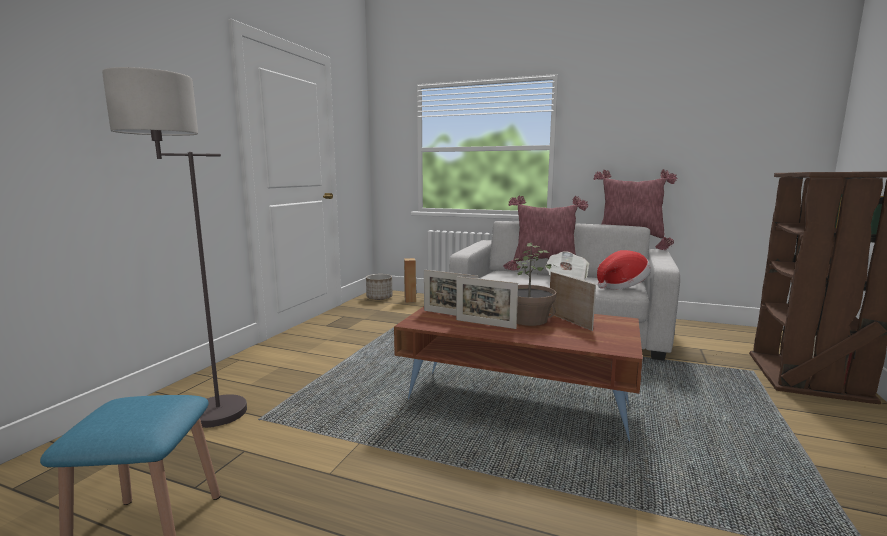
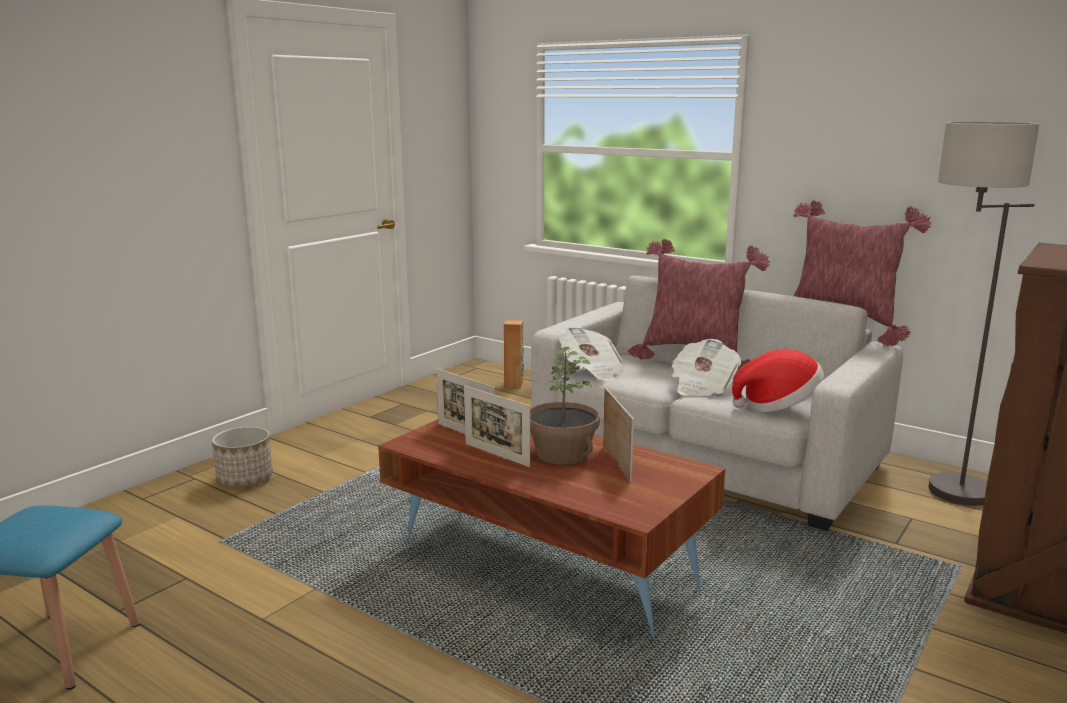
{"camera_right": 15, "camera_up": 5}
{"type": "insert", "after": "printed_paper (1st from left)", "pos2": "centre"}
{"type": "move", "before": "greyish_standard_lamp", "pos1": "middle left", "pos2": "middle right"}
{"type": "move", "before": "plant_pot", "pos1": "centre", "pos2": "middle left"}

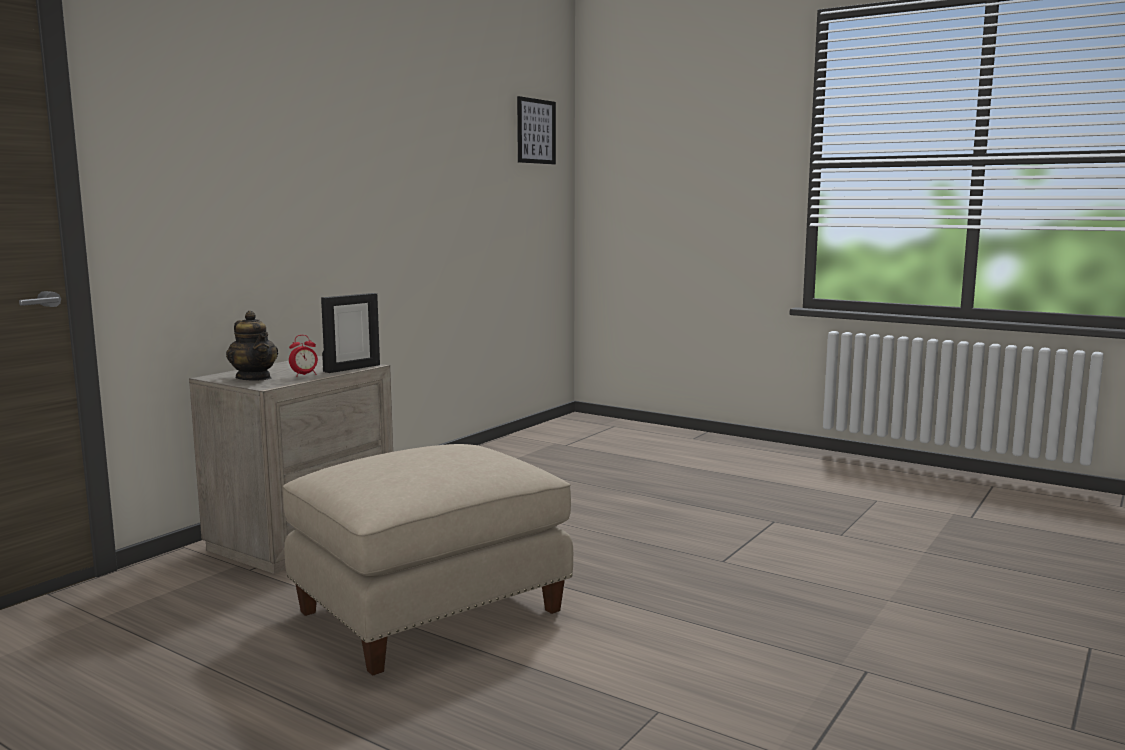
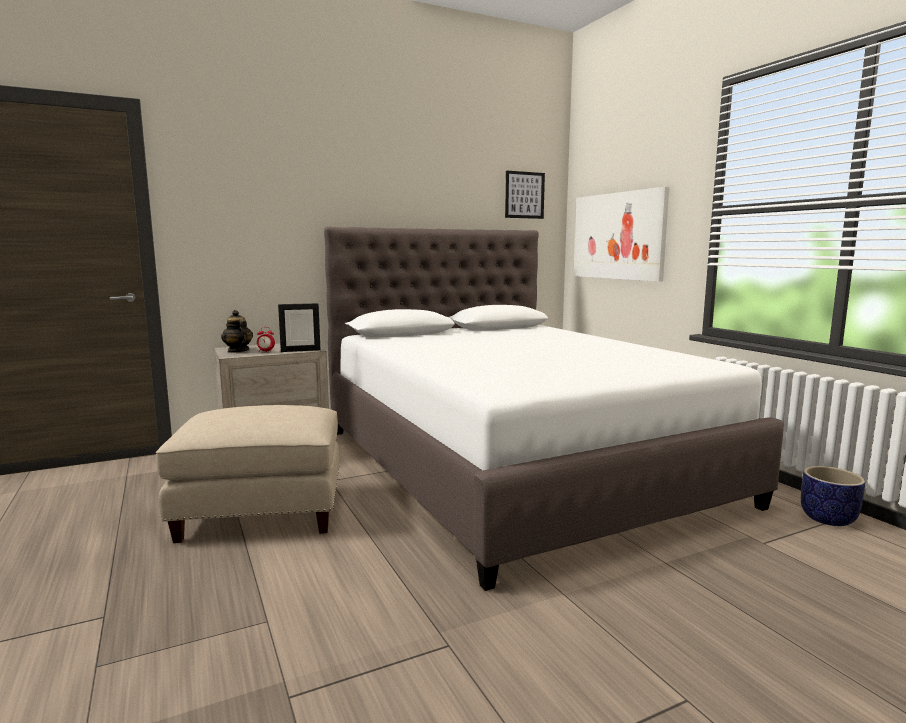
{"camera_right": 30, "camera_up": 0}
{"type": "insert", "after": "white_sleeping_bed", "pos2": "centre"}
{"type": "insert", "after": "wall_picture (2nd from left)", "pos2": "top right"}
{"type": "insert", "after": "plant_pot", "pos2": "bottom right"}
{"type": "rotate", "before": "tea_pot", "pos1": "middle left", "pos2": "middle left", "turn": 150}

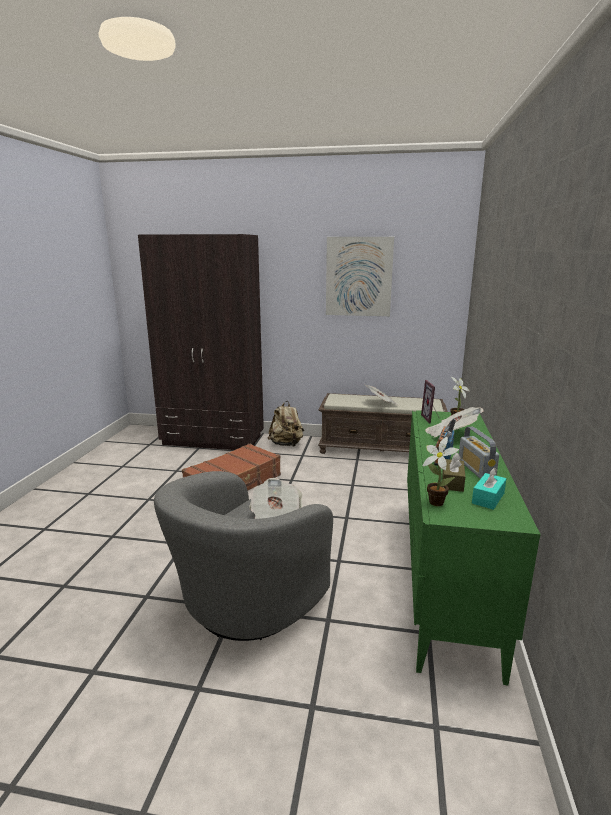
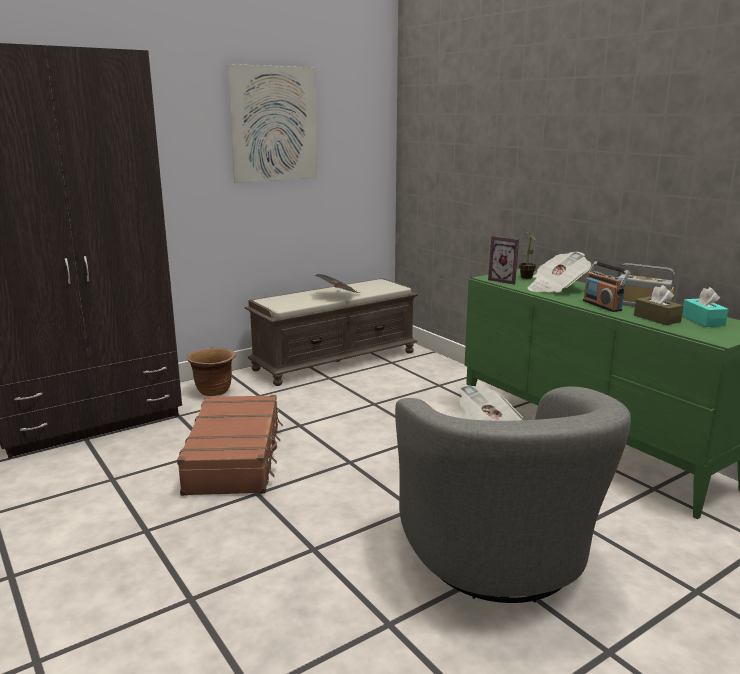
{"camera_right": -45, "camera_up": 0}
{"type": "delete", "before": "houseplant (1st from left)", "pos1": "middle right"}
{"type": "replace", "before": "sand-coloured_rucksack", "after": "brown_plant_pot", "pos1": "centre", "pos2": "middle left"}

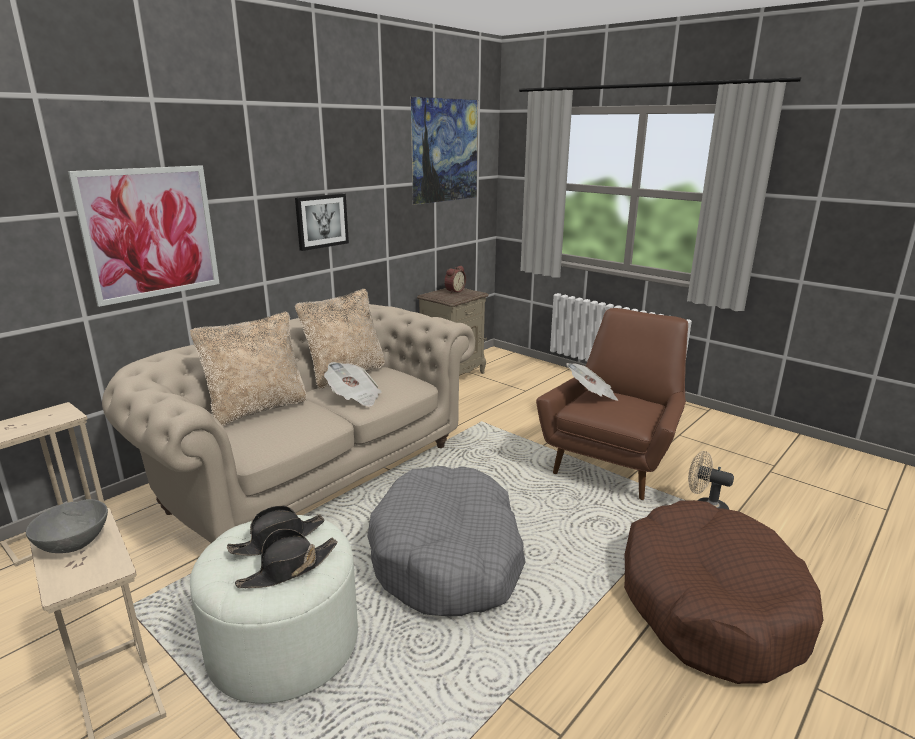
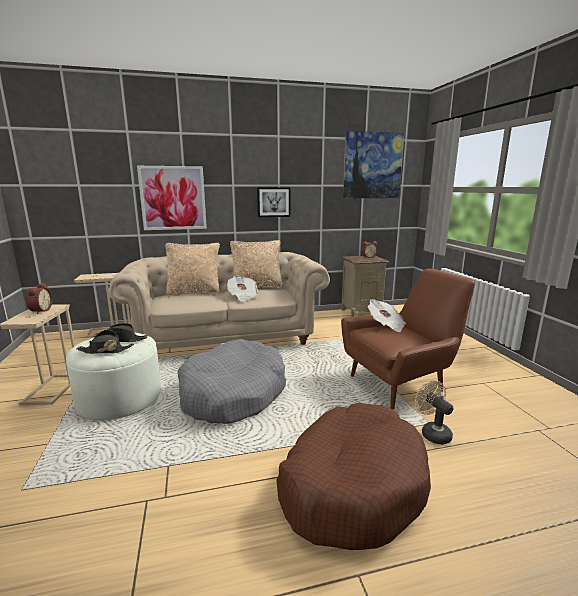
{"camera_right": 35, "camera_up": -5}
{"type": "replace", "before": "greyish_serving_bowl", "after": "table_clock (1st from left)", "pos1": "bottom left", "pos2": "middle left"}

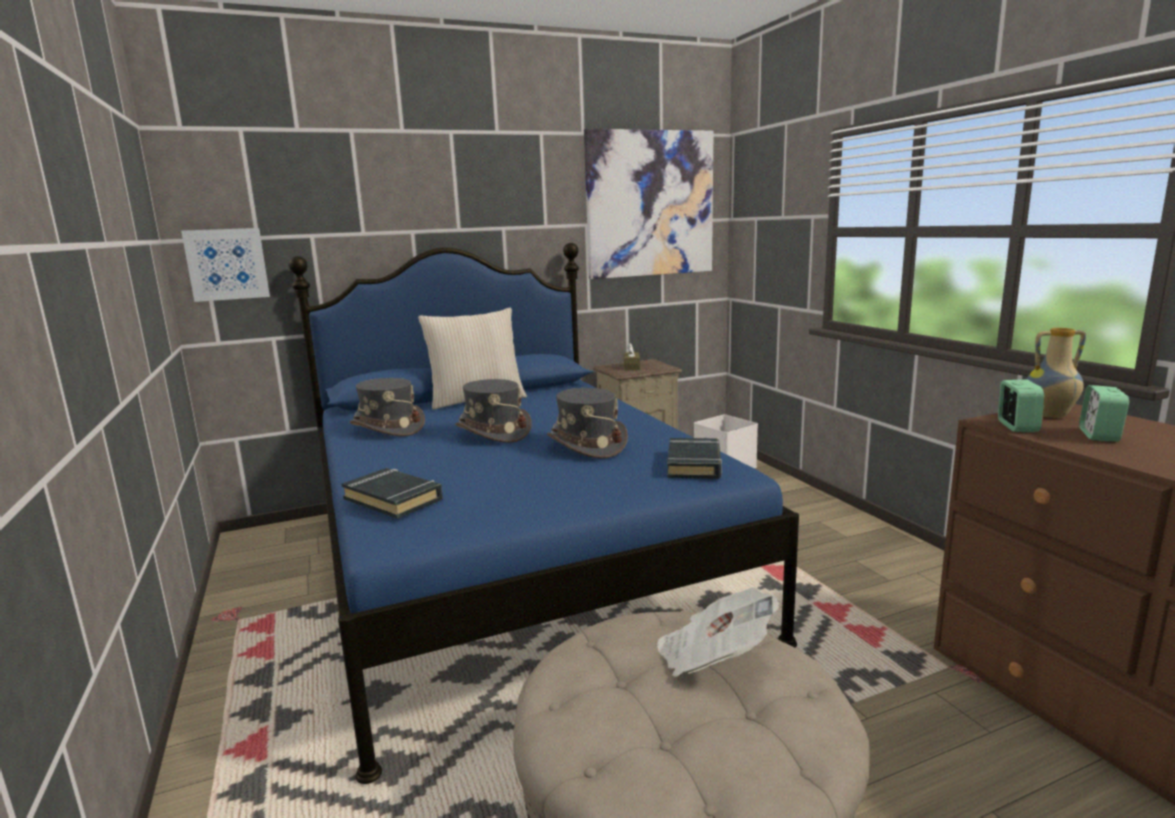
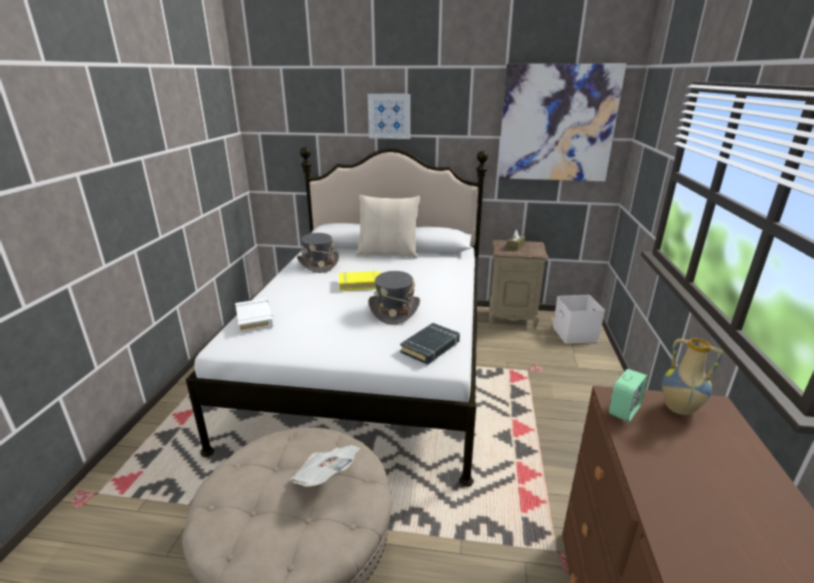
{"camera_right": 30, "camera_up": 10}
{"type": "delete", "before": "table_clock (2nd from left)", "pos1": "middle right"}
{"type": "move", "before": "wall_picture (1st from left)", "pos1": "top left", "pos2": "top centre"}
{"type": "replace", "before": "greyish_clothing_hat (2nd from left)", "after": "yellow_volume", "pos1": "centre", "pos2": "centre"}
{"type": "recolor", "before": "bluish_sleeping_bed", "after": "white_sleeping_bed", "pos1": "centre", "pos2": "centre"}
{"type": "recolor", "before": "black-coloured_volume (1st from left)", "after": "white_volume", "pos1": "centre", "pos2": "middle left"}

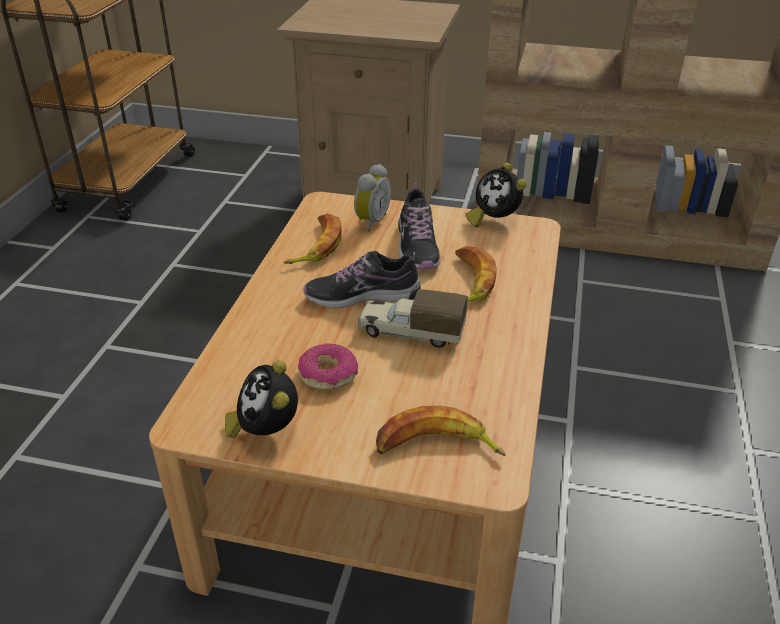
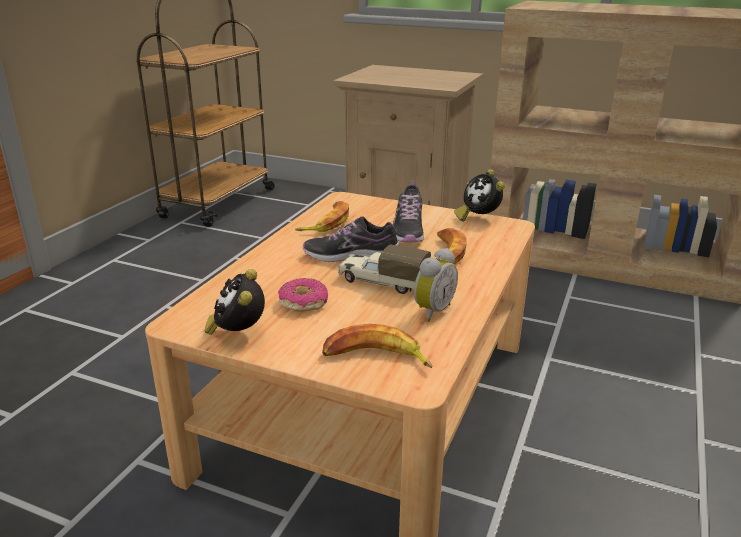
{"camera_right": 10, "camera_up": -10}
{"type": "move", "before": "table_clock (2nd from left)", "pos1": "top centre", "pos2": "centre"}

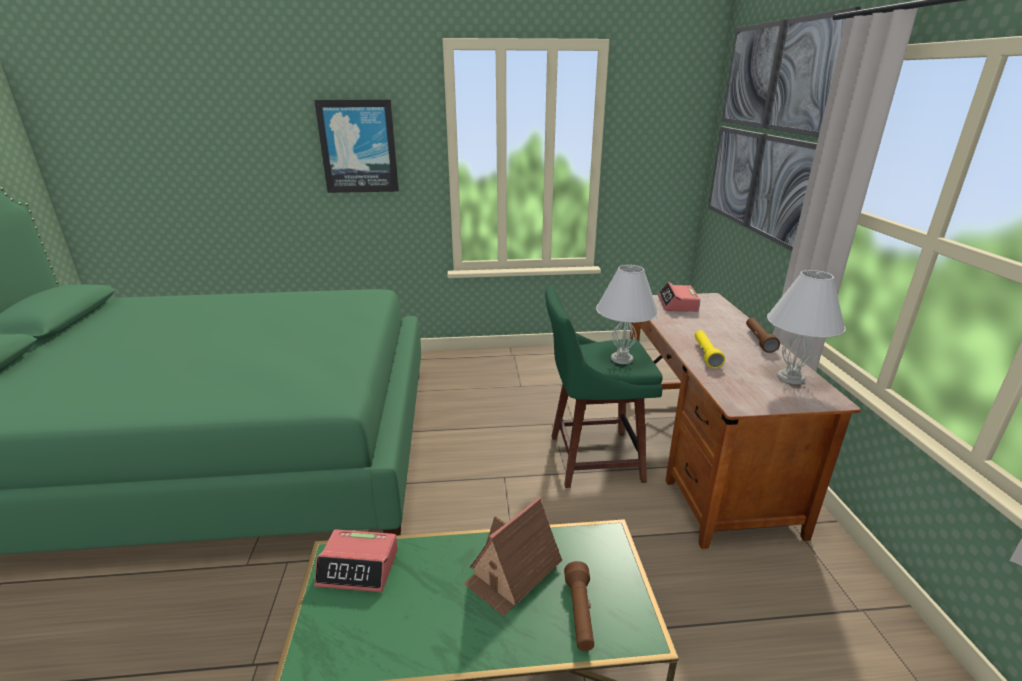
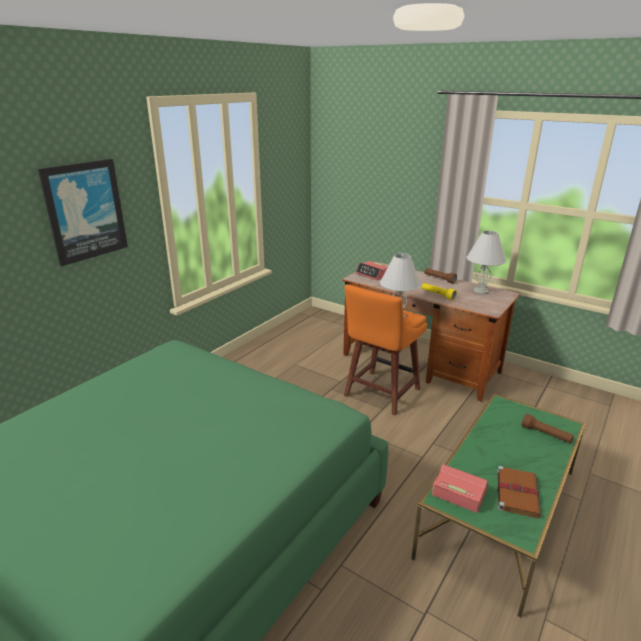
{"camera_right": -50, "camera_up": 0}
{"type": "delete", "before": "miniature_house", "pos1": "bottom centre"}
{"type": "delete", "before": "wall_picture (2nd from left)", "pos1": "top right"}
{"type": "insert", "after": "brown_volume", "pos2": "bottom right"}
{"type": "recolor", "before": "green-coloured_stool", "after": "orange-coloured_stool", "pos1": "centre", "pos2": "centre"}
{"type": "rotate", "before": "table_clock (1st from left in the first image)", "pos1": "bottom centre", "pos2": "bottom right", "turn": -105}

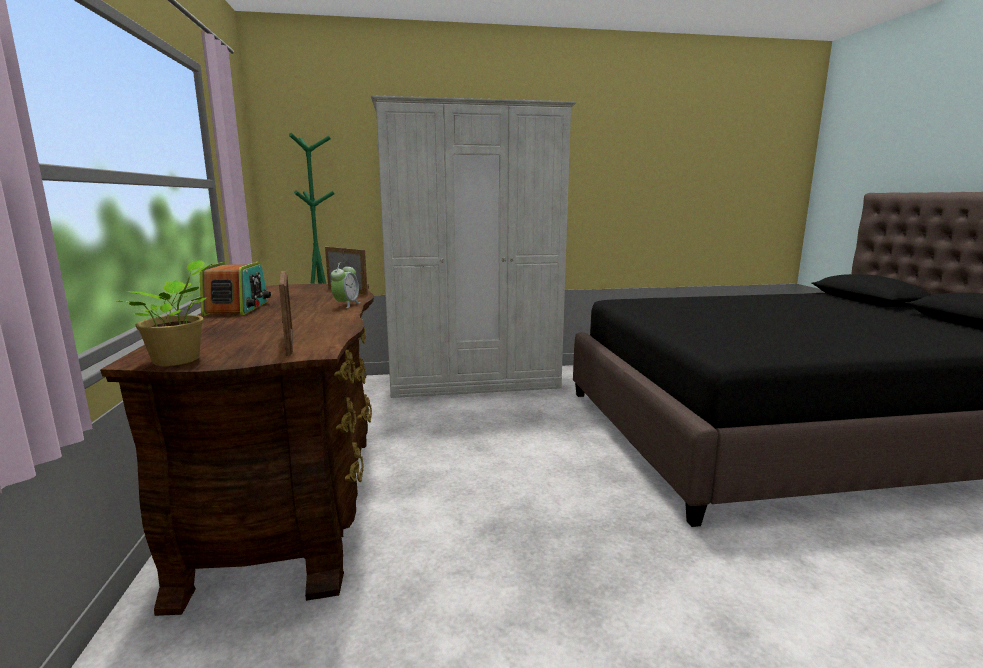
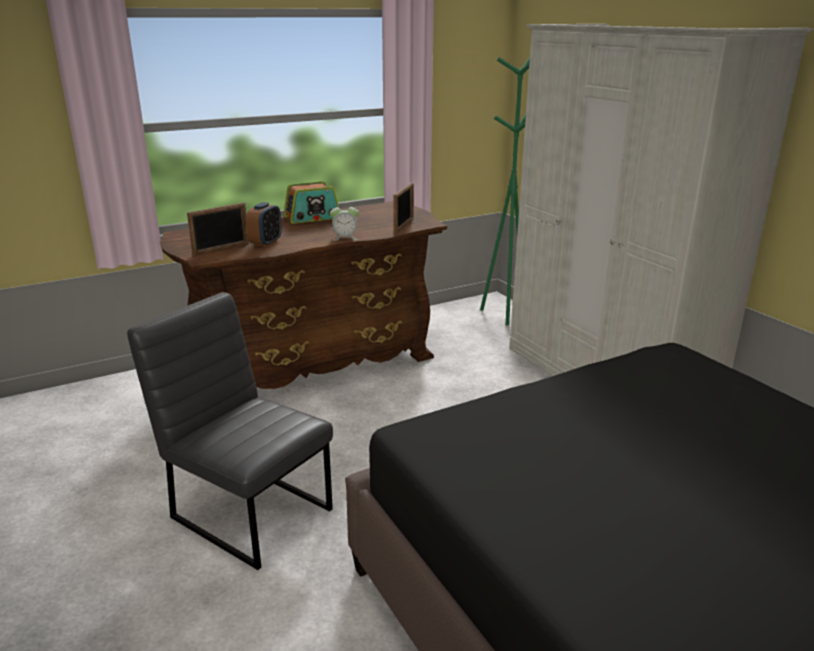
{"camera_right": 70, "camera_up": 10}
{"type": "delete", "before": "houseplant", "pos1": "middle left"}
{"type": "insert", "after": "greyish_chair", "pos2": "middle left"}
{"type": "insert", "after": "table_clock (1st from left)", "pos2": "middle left"}

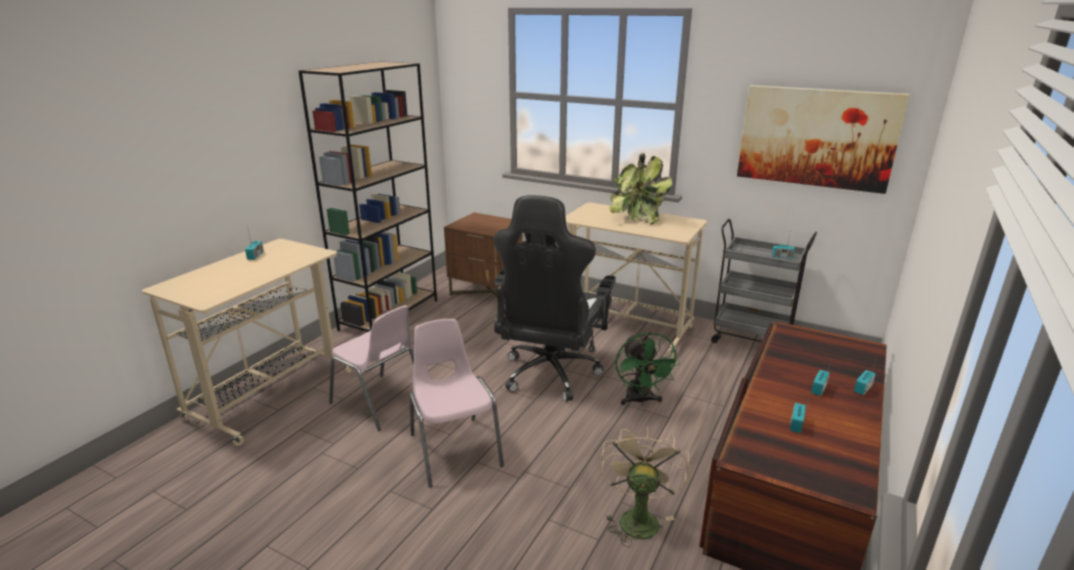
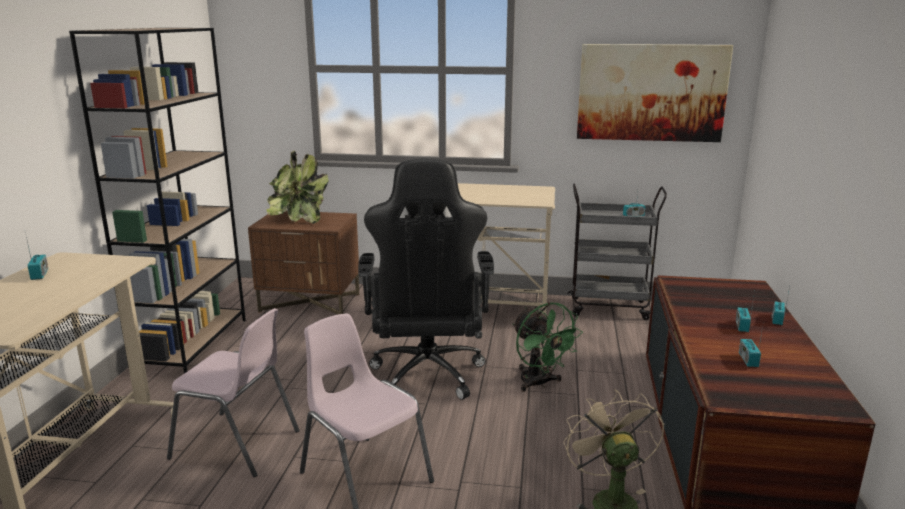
{"camera_right": -20, "camera_up": -5}
{"type": "move", "before": "houseplant", "pos1": "top centre", "pos2": "middle left"}

